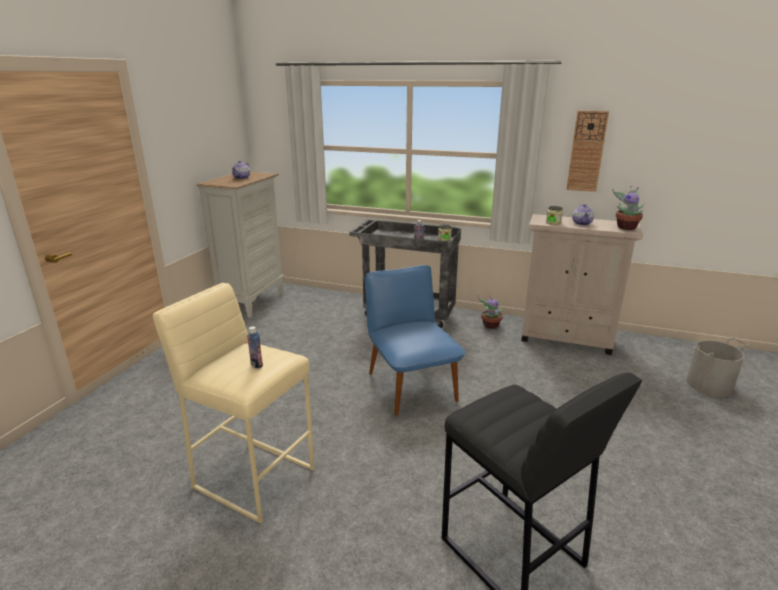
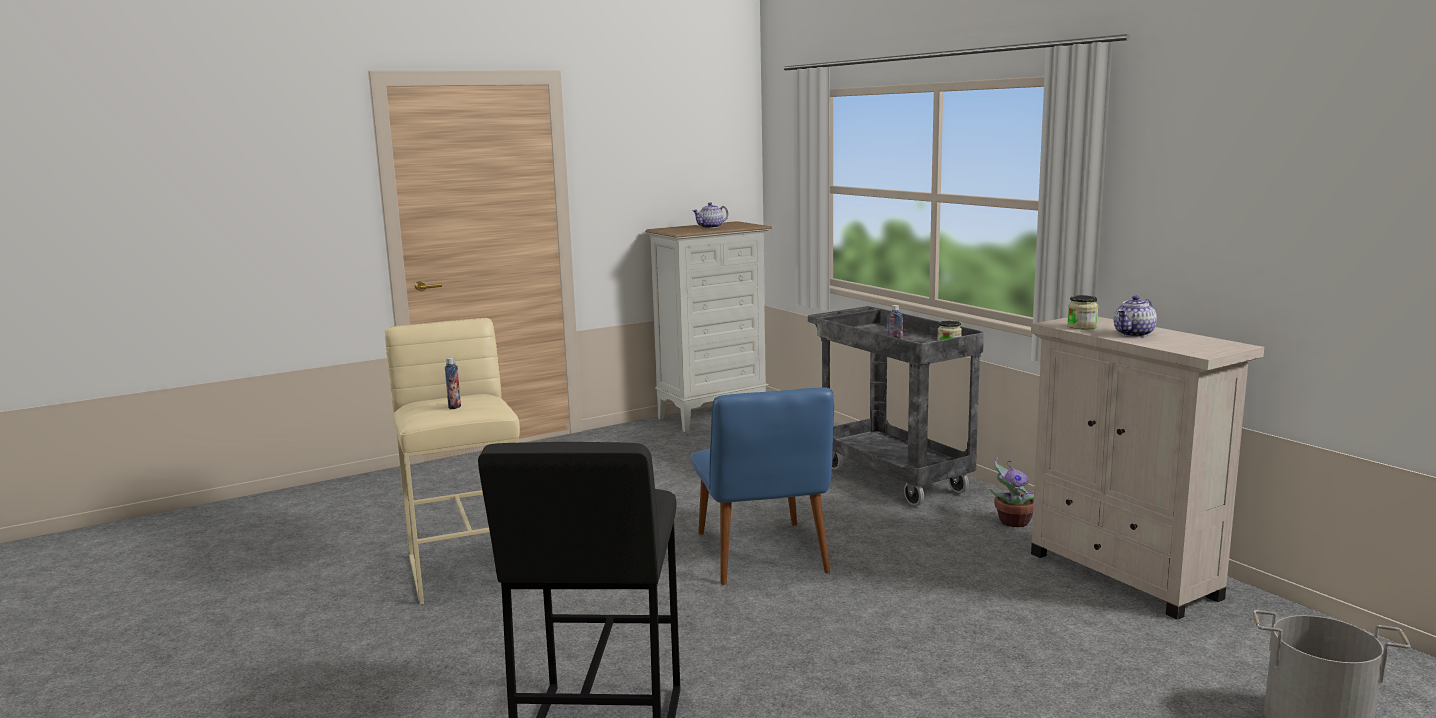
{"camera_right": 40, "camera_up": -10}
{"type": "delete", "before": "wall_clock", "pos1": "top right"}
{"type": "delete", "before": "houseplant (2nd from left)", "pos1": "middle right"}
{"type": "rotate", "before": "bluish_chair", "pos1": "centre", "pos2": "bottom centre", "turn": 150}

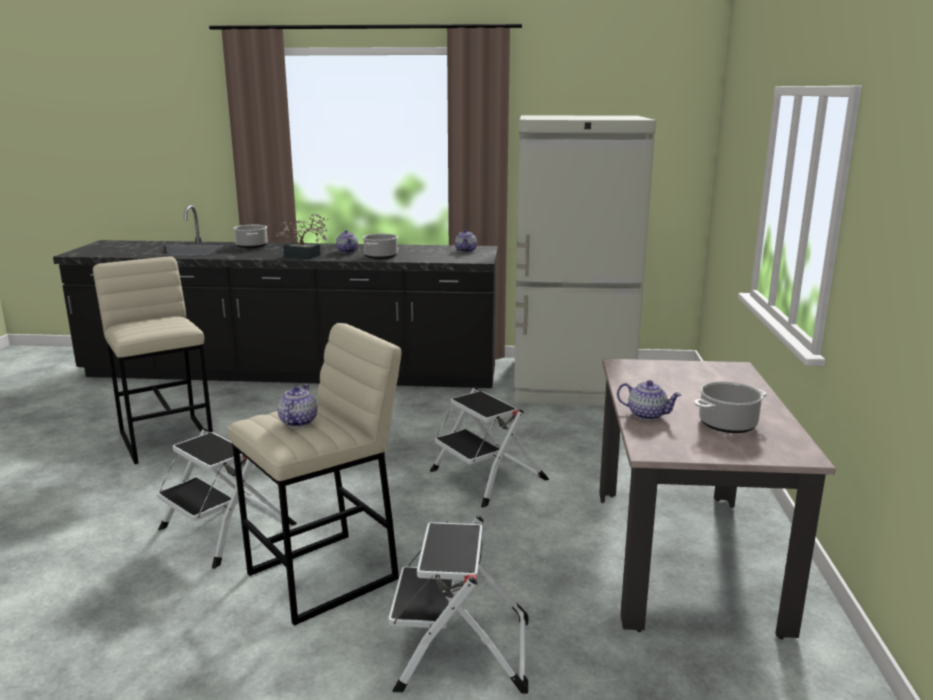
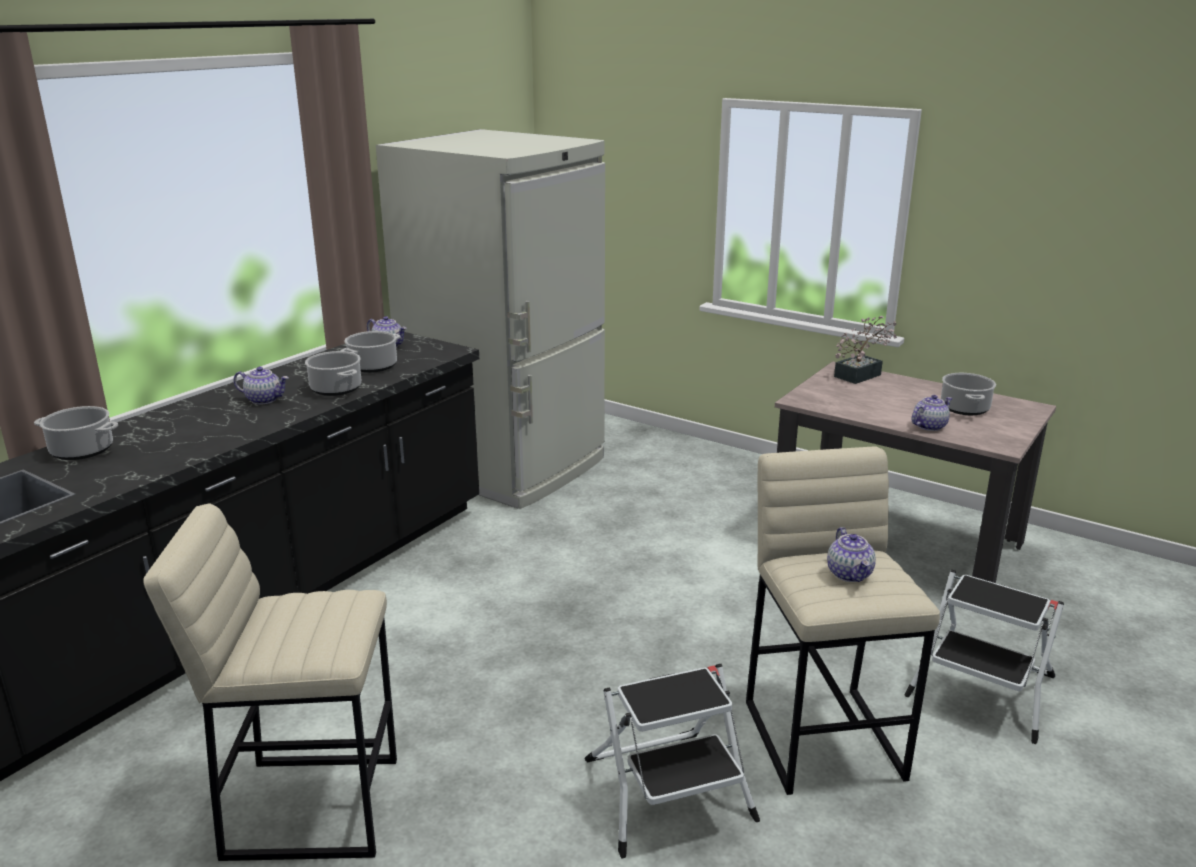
{"camera_right": -60, "camera_up": 5}
{"type": "delete", "before": "step_stool (3rd from left)", "pos1": "centre"}
{"type": "insert", "after": "cooking_pot (3rd from left)", "pos2": "middle left"}
{"type": "move", "before": "houseplant", "pos1": "middle left", "pos2": "middle right"}
{"type": "rotate", "before": "tea_pot (1st from left in the first image)", "pos1": "middle left", "pos2": "middle right", "turn": -135}

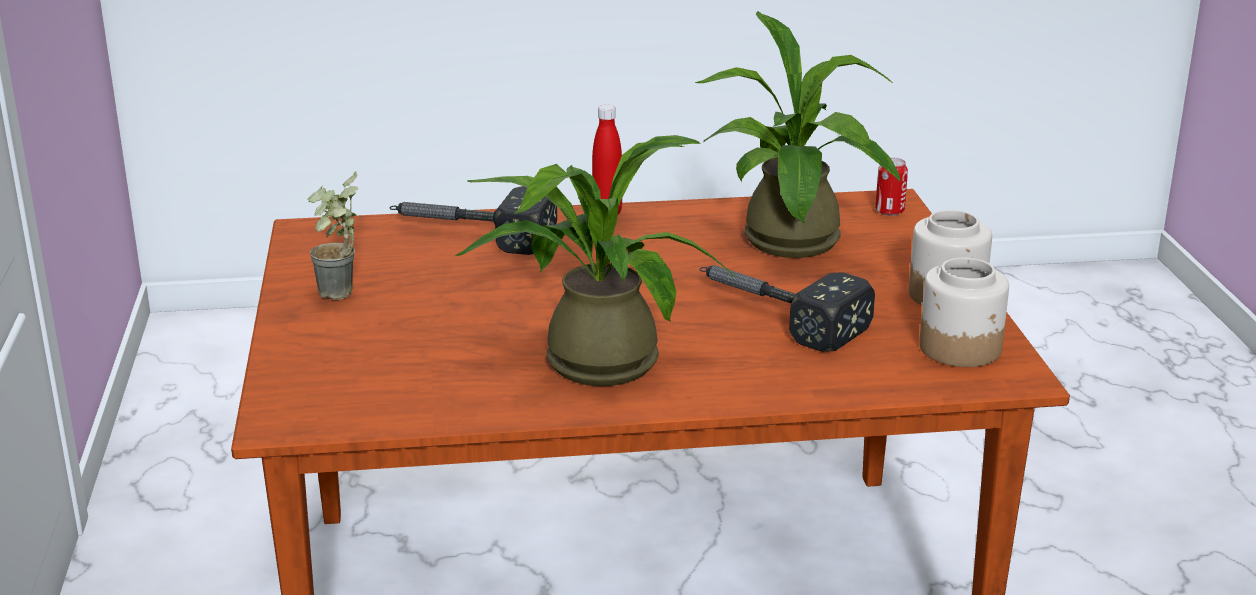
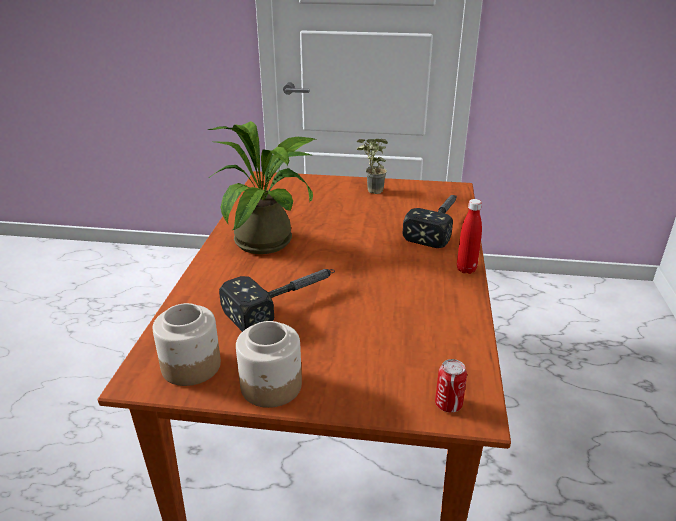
{"camera_right": 105, "camera_up": 5}
{"type": "delete", "before": "houseplant (3rd from left)", "pos1": "top centre"}

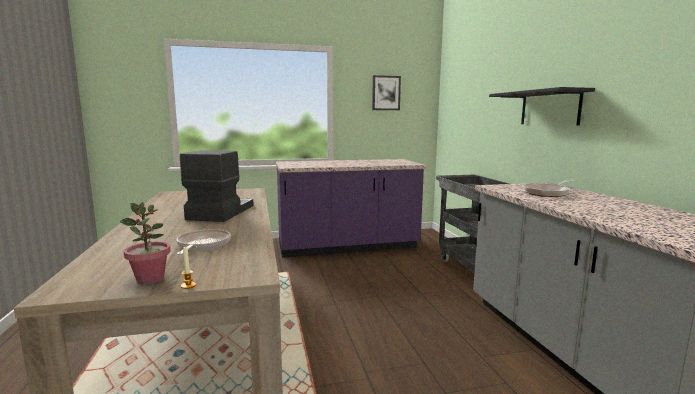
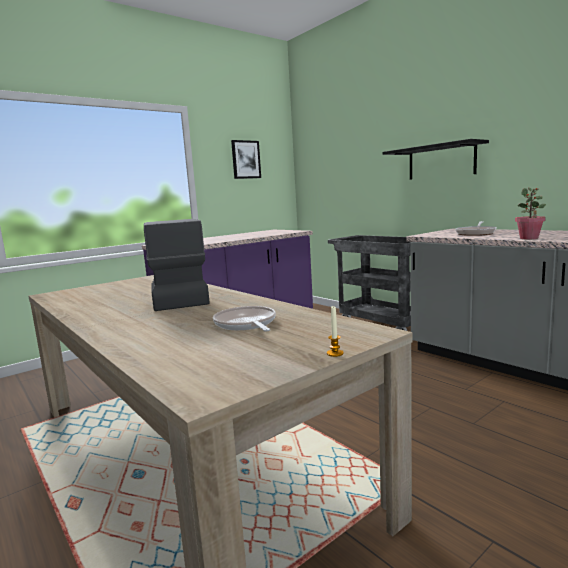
{"camera_right": -25, "camera_up": 0}
{"type": "move", "before": "houseplant", "pos1": "middle left", "pos2": "middle right"}

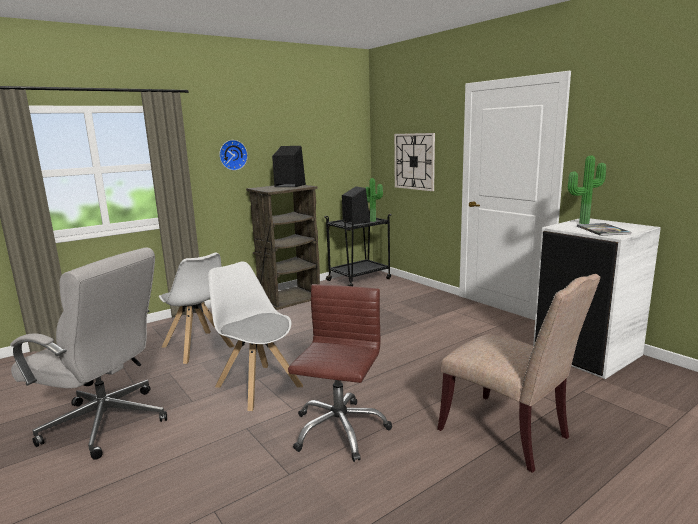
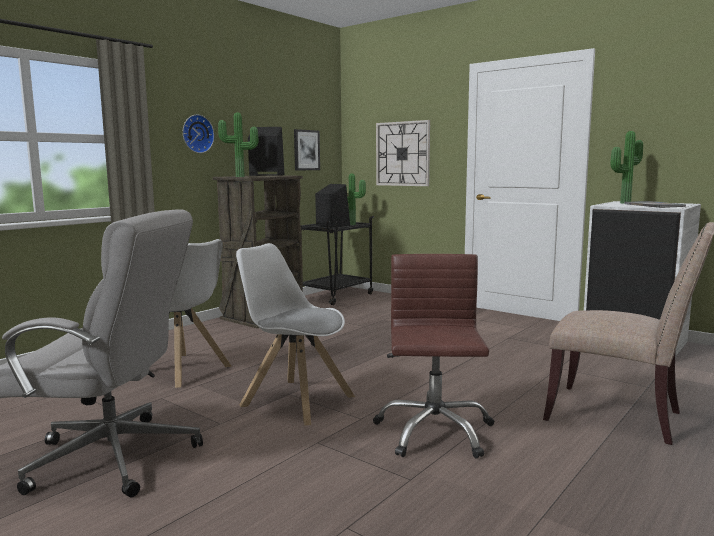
{"camera_right": -15, "camera_up": -5}
{"type": "insert", "after": "houseplant (1st from left)", "pos2": "top centre"}
{"type": "insert", "after": "wall_picture", "pos2": "top centre"}

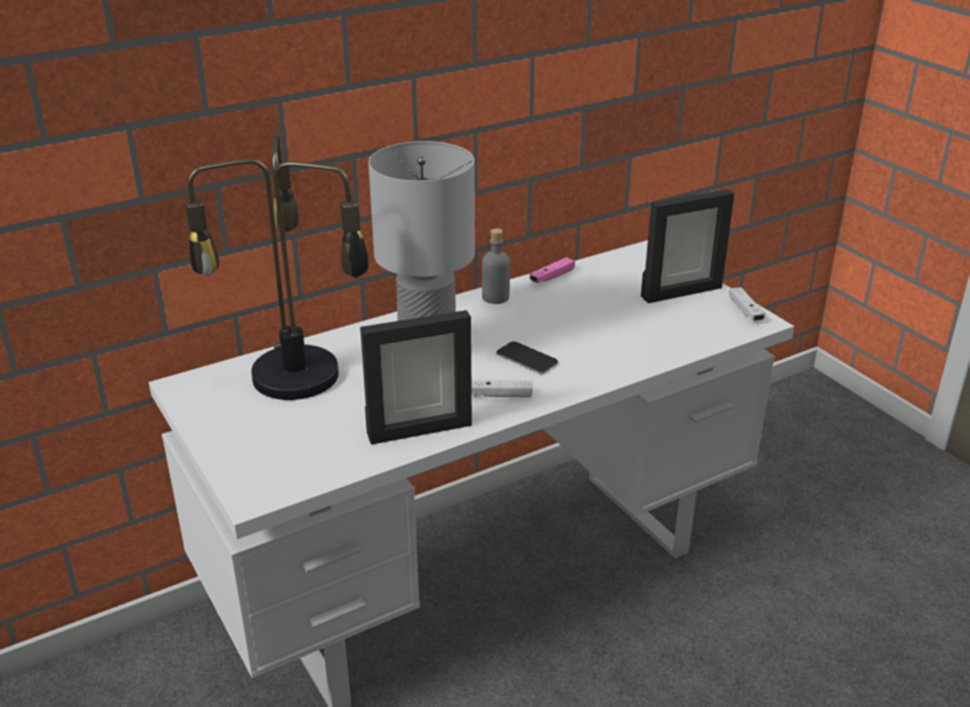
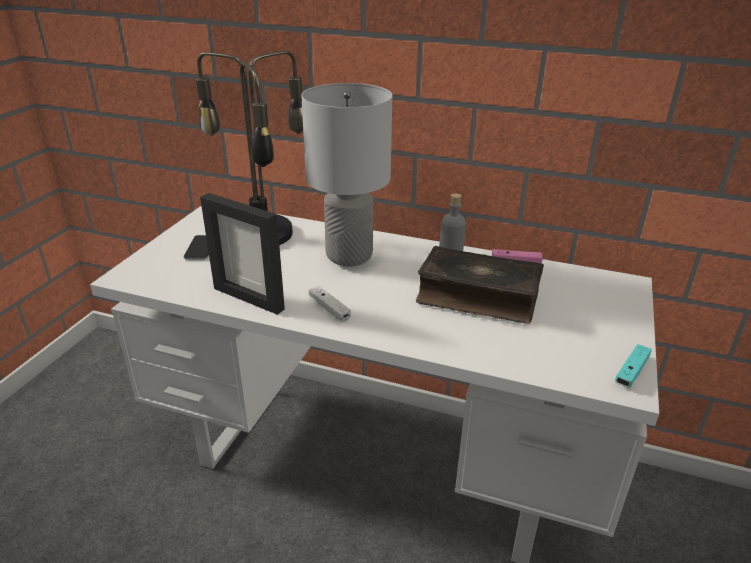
{"camera_right": 50, "camera_up": 0}
{"type": "delete", "before": "photo_frame (2nd from left)", "pos1": "middle right"}
{"type": "insert", "after": "volume", "pos2": "centre"}
{"type": "move", "before": "telephone", "pos1": "centre", "pos2": "middle left"}
{"type": "recolor", "before": "white_game_controller (2nd from left)", "after": "blue-green_game_controller", "pos1": "middle right", "pos2": "middle right"}

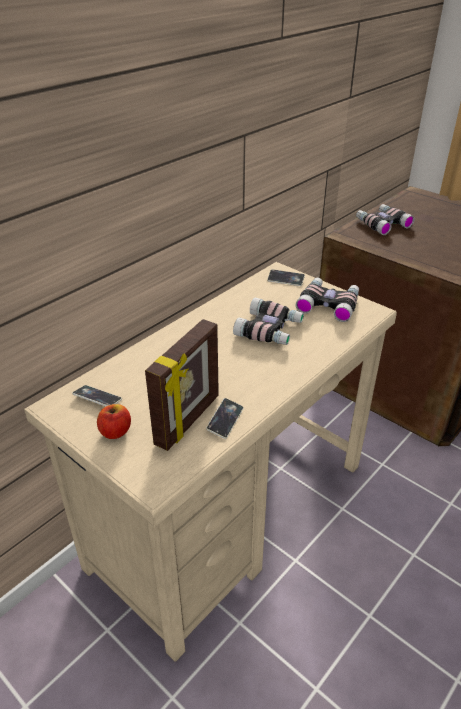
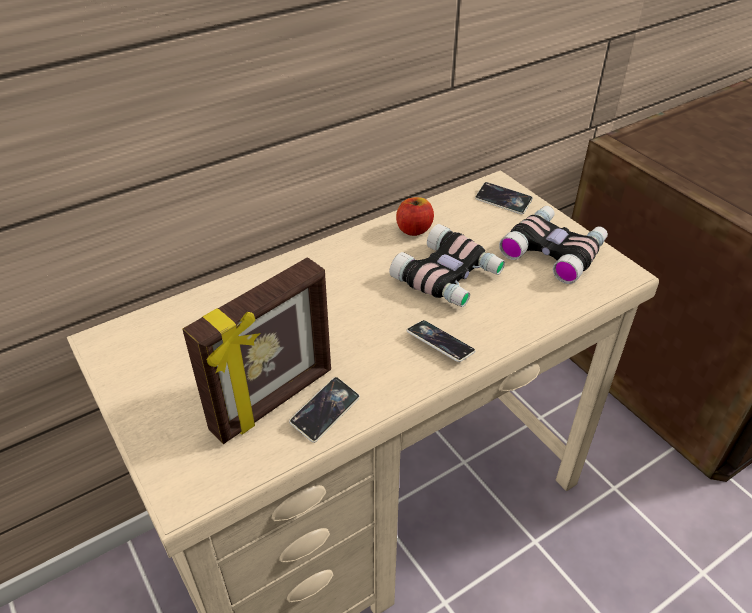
{"camera_right": 15, "camera_up": 5}
{"type": "delete", "before": "field_glasses (3rd from left)", "pos1": "top right"}
{"type": "move", "before": "telephone (1st from left in the first image)", "after": "telephone (2nd from left)", "pos1": "middle left", "pos2": "centre"}
{"type": "move", "before": "whole_apple", "pos1": "middle left", "pos2": "centre"}

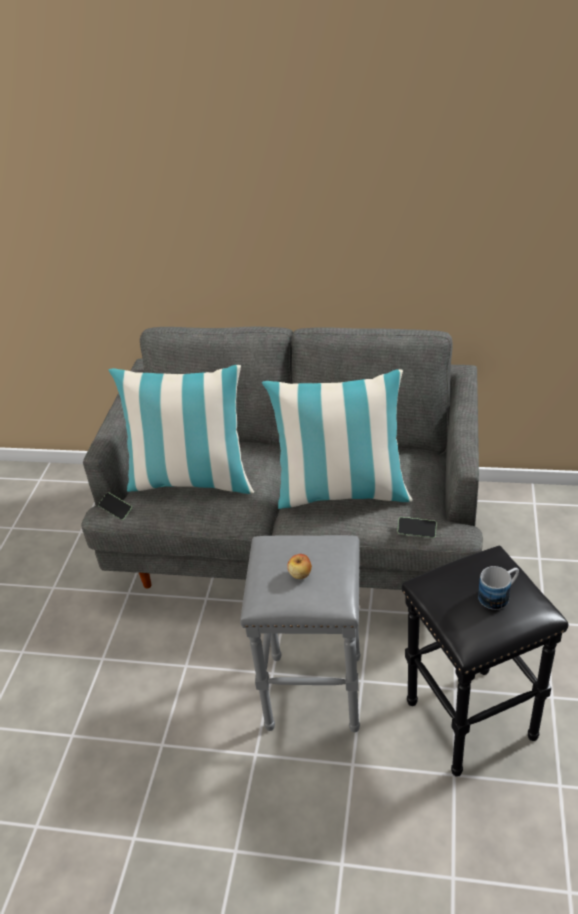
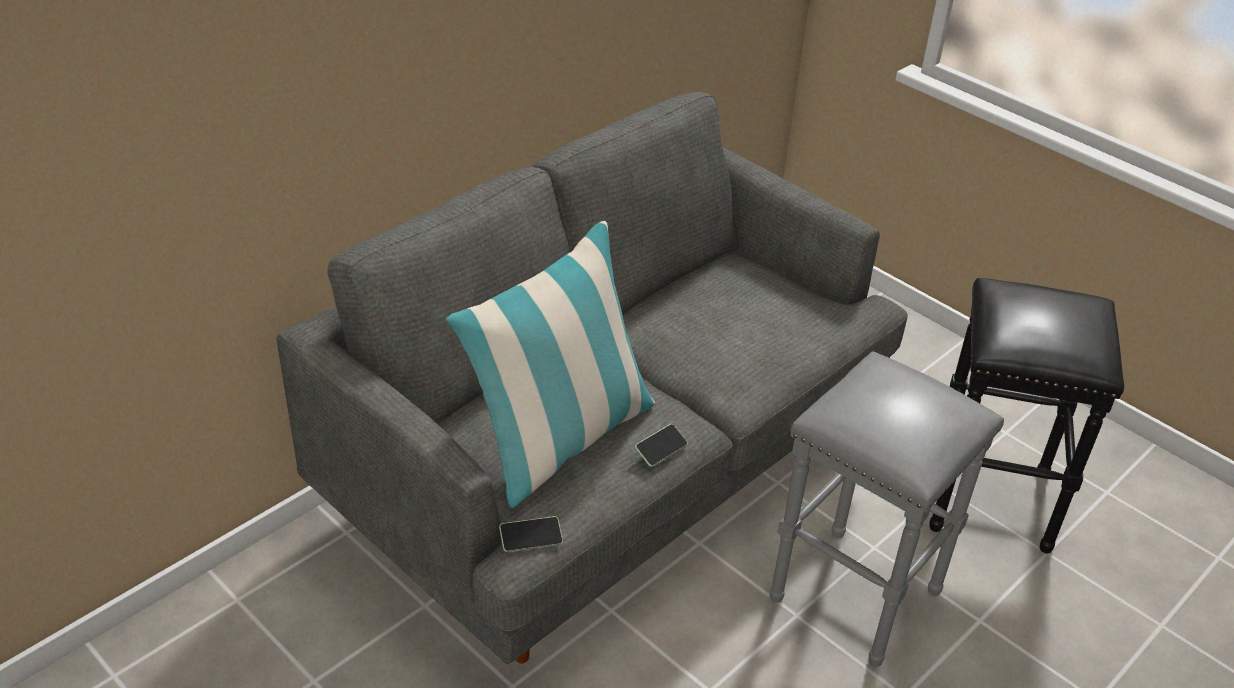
{"camera_right": -60, "camera_up": 0}
{"type": "delete", "before": "throw_pillow (2nd from left)", "pos1": "centre"}
{"type": "delete", "before": "whole_apple", "pos1": "centre"}
{"type": "delete", "before": "tea_mug", "pos1": "middle right"}
{"type": "move", "before": "telephone (2nd from left)", "pos1": "middle right", "pos2": "centre"}

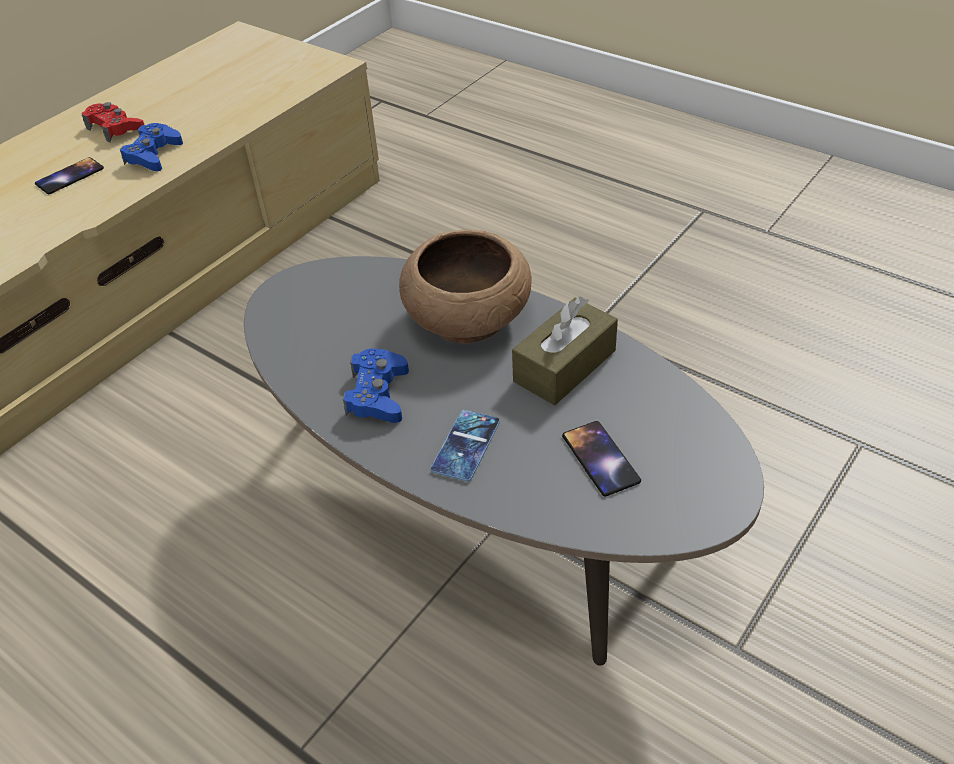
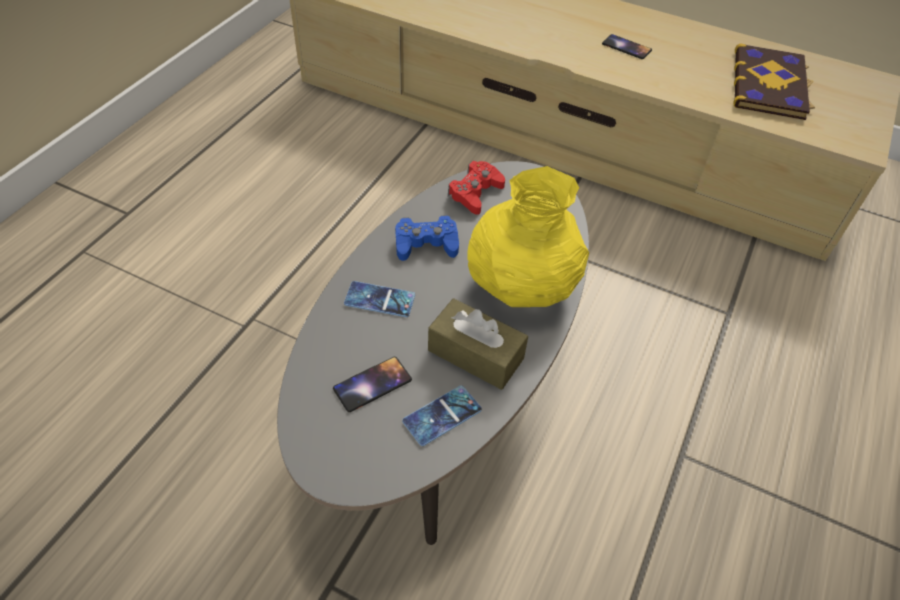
{"camera_right": 75, "camera_up": 5}
{"type": "delete", "before": "bluish_game_controller (1st from left)", "pos1": "top left"}
{"type": "insert", "after": "telephone (3rd from left)", "pos2": "bottom centre"}
{"type": "insert", "after": "volume", "pos2": "top right"}
{"type": "move", "before": "reddish_game_controller", "pos1": "top left", "pos2": "top centre"}
{"type": "replace", "before": "brown_serving_bowl", "after": "yellow_vase", "pos1": "centre", "pos2": "centre"}

